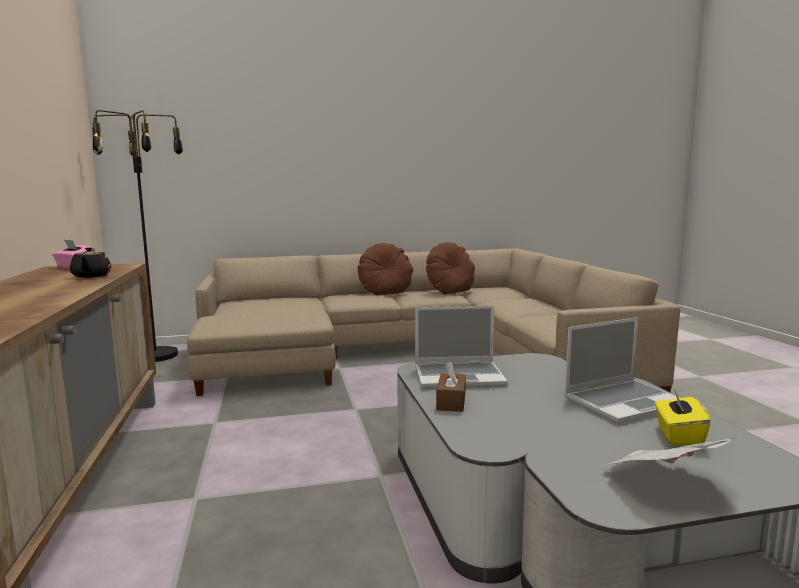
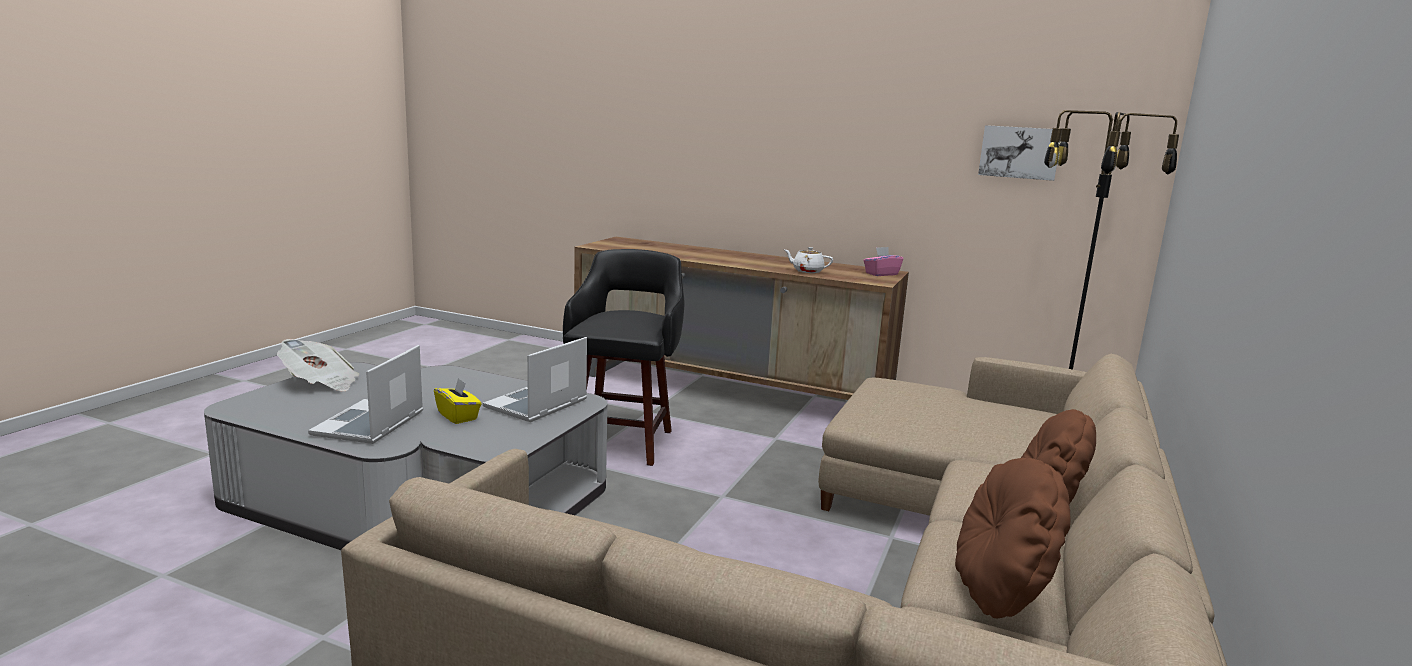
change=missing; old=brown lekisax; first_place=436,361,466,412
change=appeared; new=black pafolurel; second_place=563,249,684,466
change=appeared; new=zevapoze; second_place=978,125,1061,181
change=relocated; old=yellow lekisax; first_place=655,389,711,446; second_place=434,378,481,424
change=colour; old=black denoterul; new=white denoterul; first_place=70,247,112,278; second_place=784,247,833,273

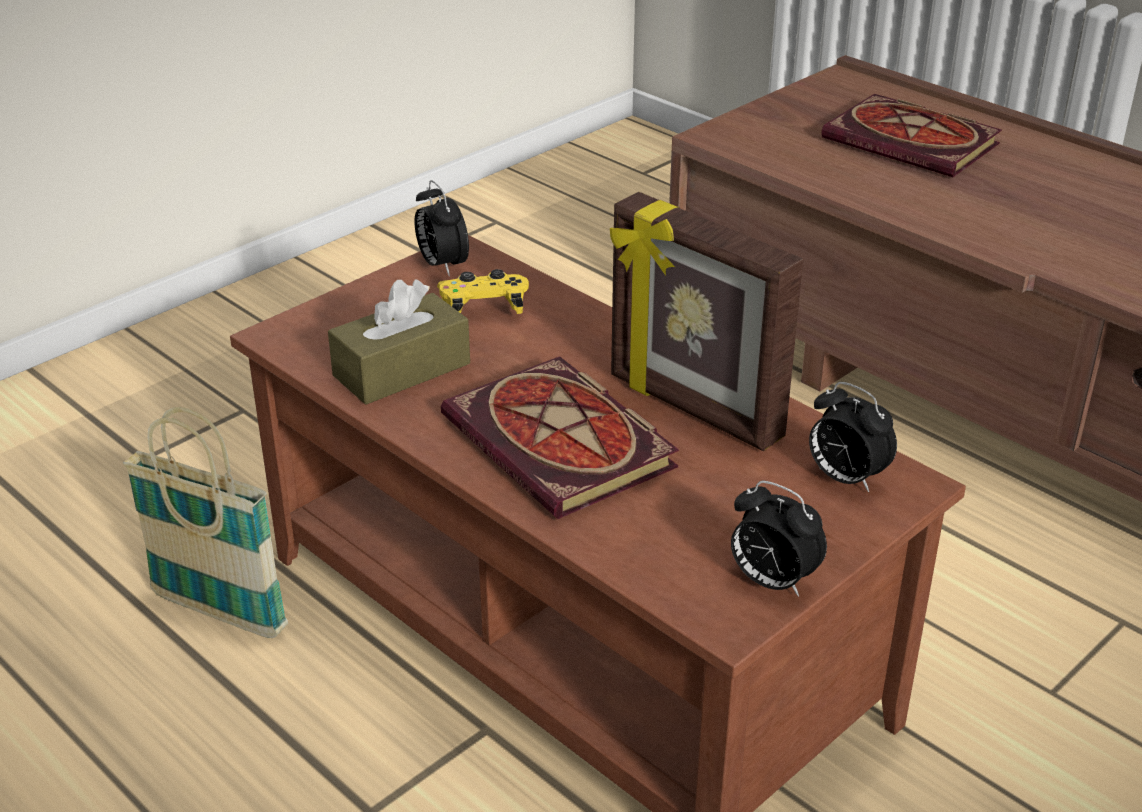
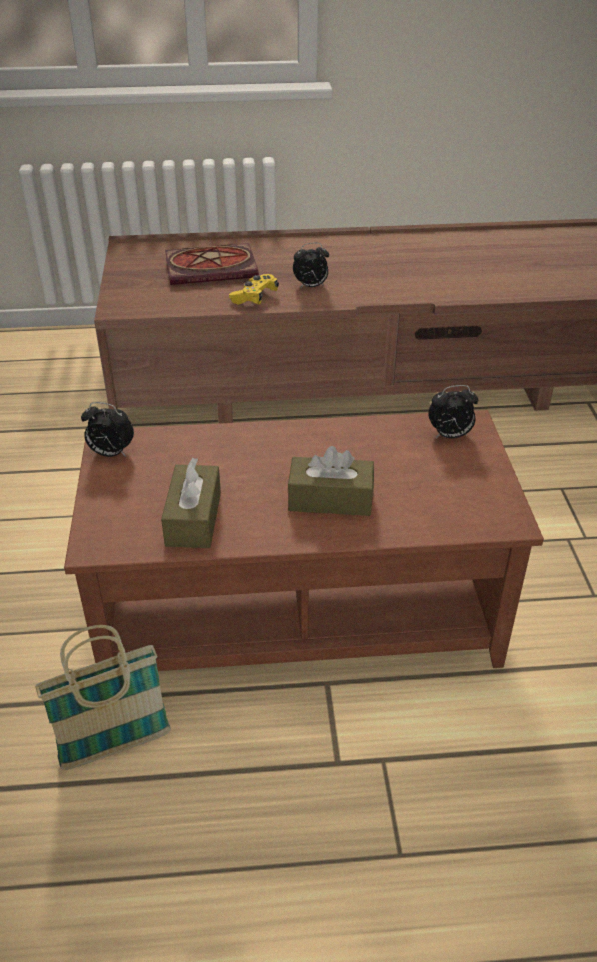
change=missing; old=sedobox; first_place=610,192,803,451
change=relocated; old=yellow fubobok; first_place=437,269,529,314; second_place=229,274,279,305
change=relocated; old=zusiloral; first_place=731,481,827,597; second_place=293,242,329,289
change=exchanged; old=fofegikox; new=brown lekisax; first_place=441,356,679,519; second_place=287,446,374,516

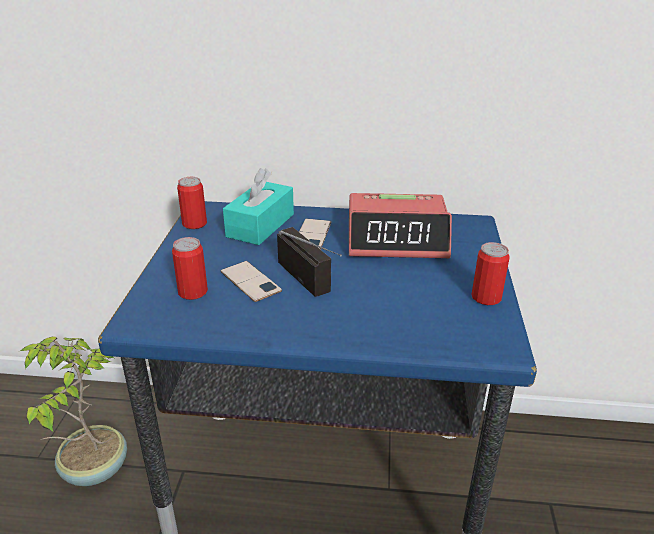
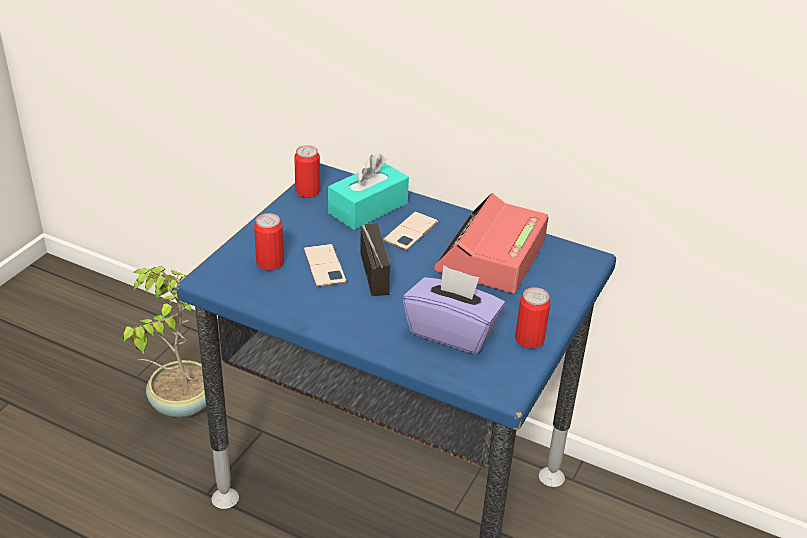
change=appeared; new=purple lekisax; second_place=403,265,505,354
change=spun; old=zusiloral; first_place=349,193,452,258; second_place=434,193,548,293; degrees=90

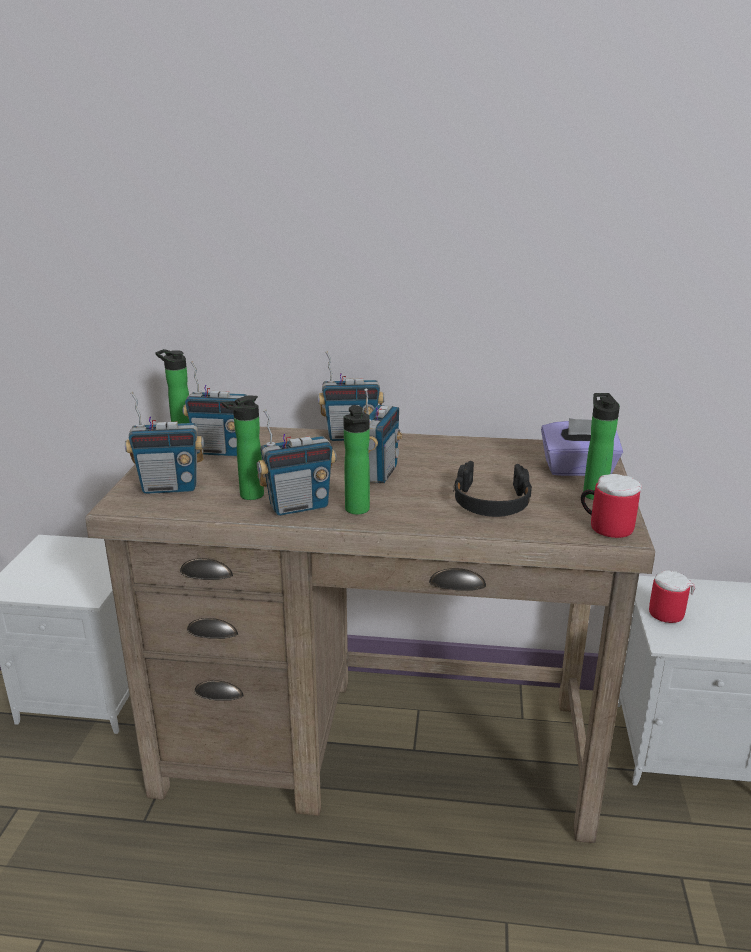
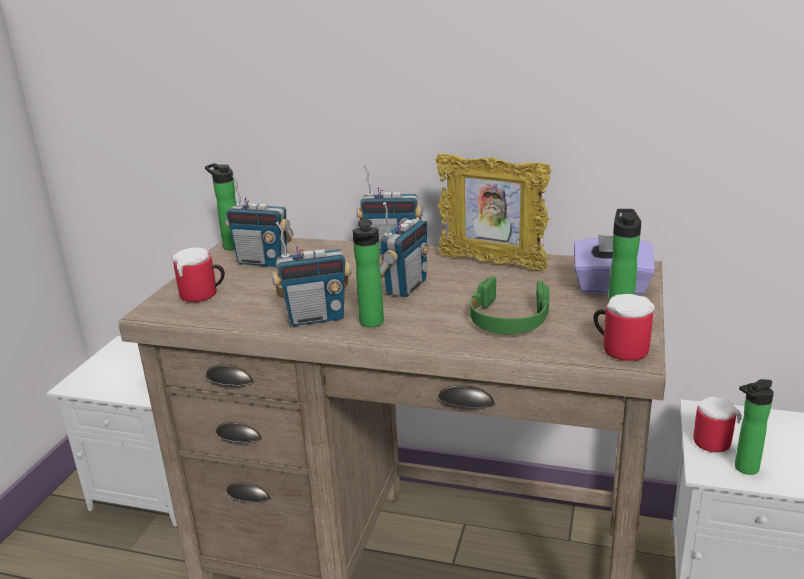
change=appeared; new=sedobox; second_place=436,154,551,271
change=relocated; old=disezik; first_place=222,396,264,500; second_place=735,379,774,475
change=exchanged; old=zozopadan; new=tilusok; first_place=125,391,204,494; second_place=172,248,225,302
change=colour; old=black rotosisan; new=green rotosisan; first_place=454,461,532,517; second_place=470,276,549,334

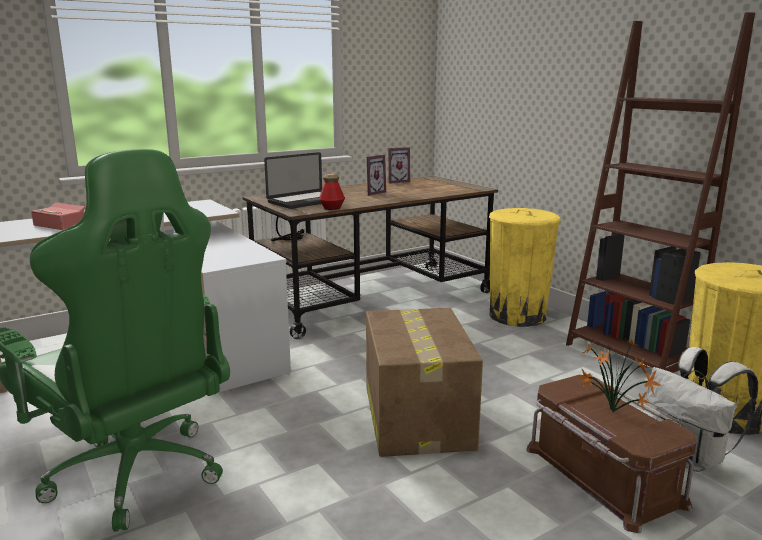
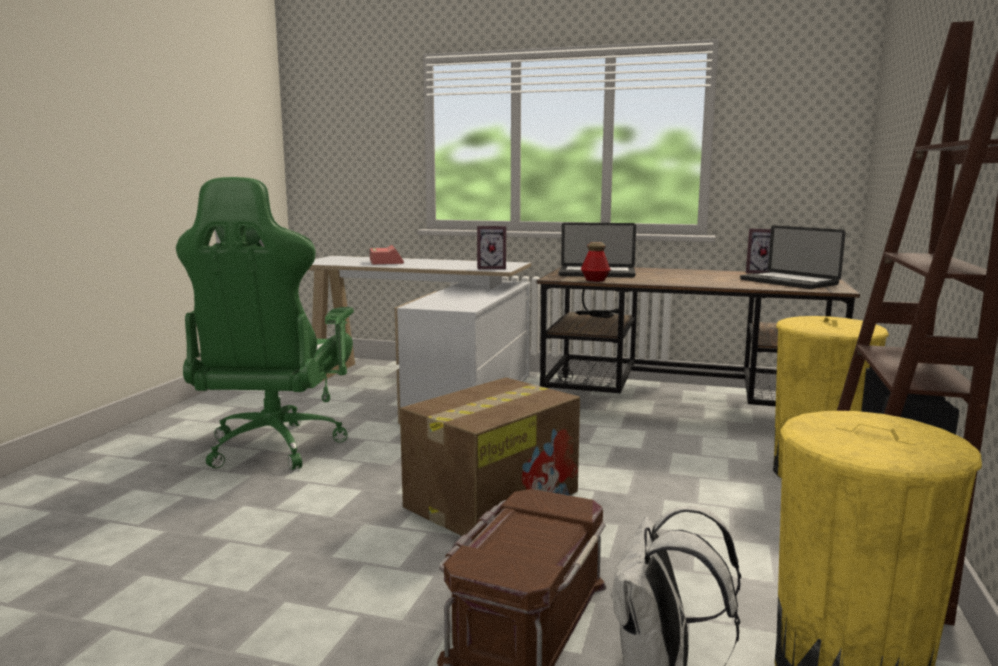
change=missing; old=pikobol; first_place=578,339,661,412
change=appeared; new=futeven; second_place=740,225,846,289
change=relocated; old=sedobox; first_place=367,154,386,196; second_place=477,226,506,270

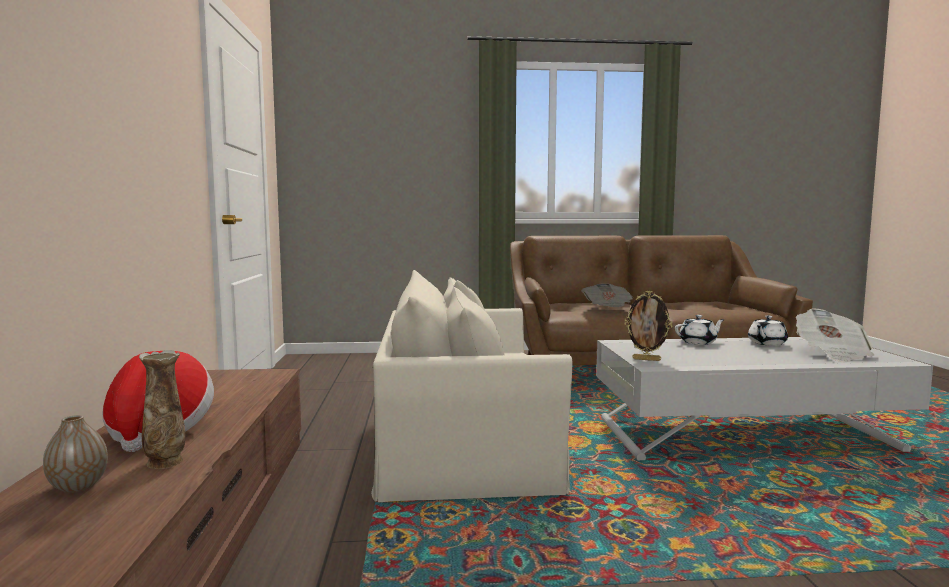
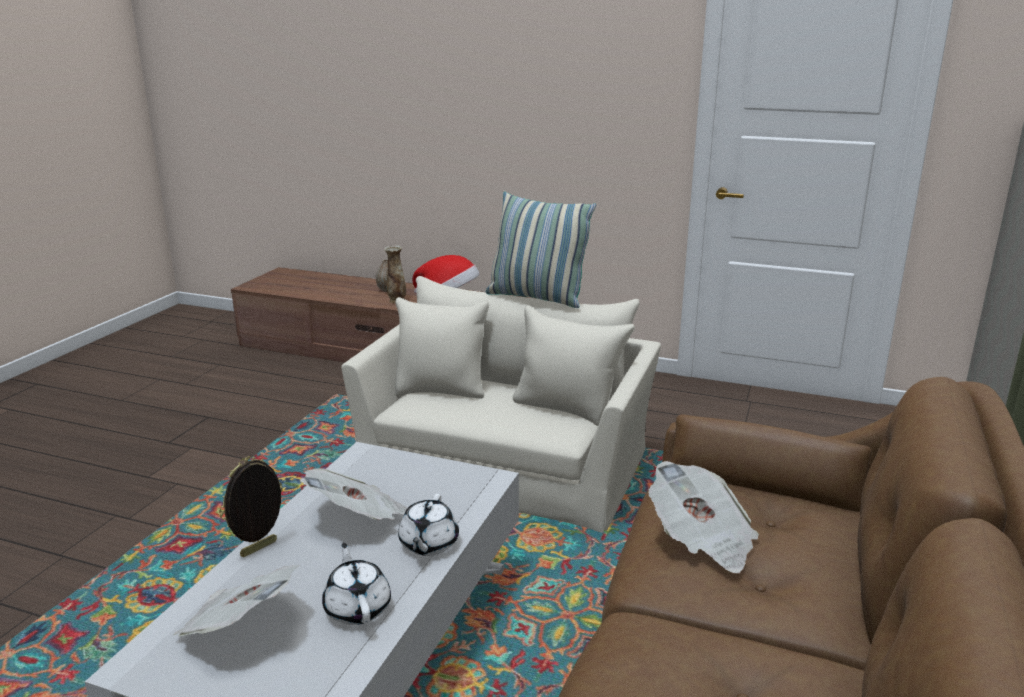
change=appeared; new=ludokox; second_place=299,468,408,520
change=appeared; new=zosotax; second_place=486,192,596,308
change=relocated; old=sedobox; first_place=624,291,673,361; second_place=219,456,283,557

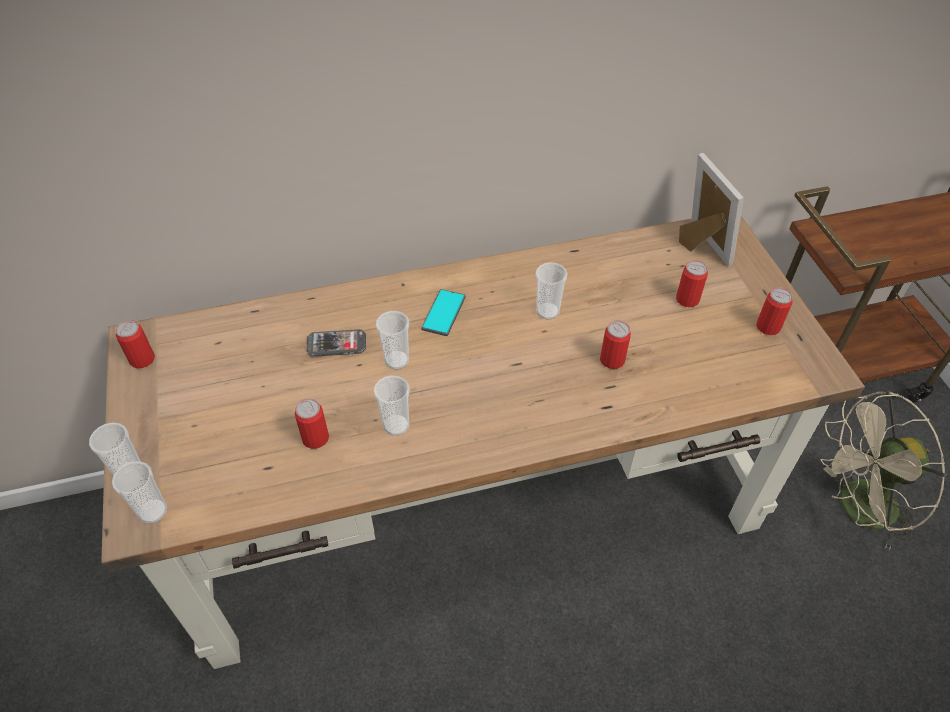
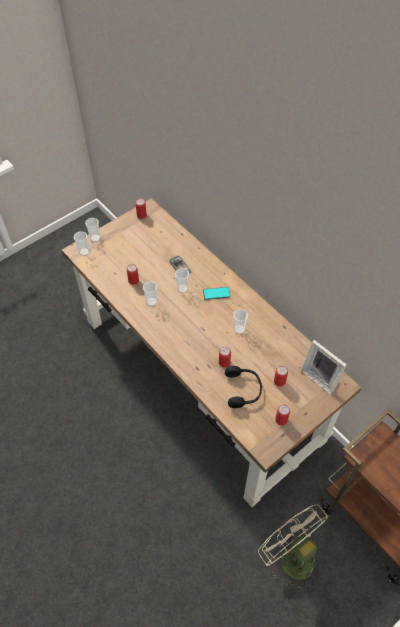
change=appeared; new=black rotosisan; second_place=225,366,262,408
change=spun; old=sedobox; first_place=679,153,744,267; second_place=301,340,347,395; degrees=90

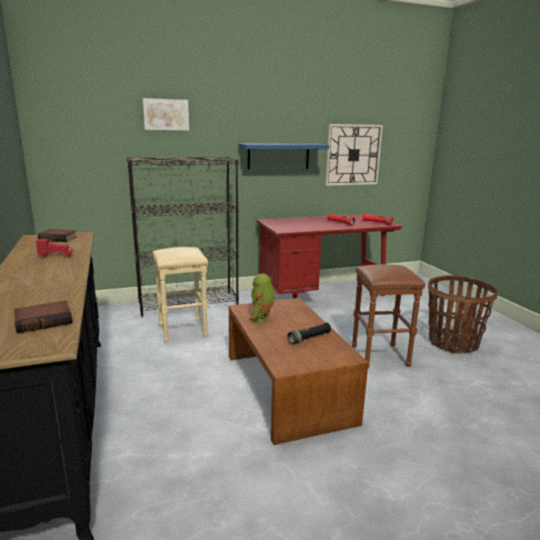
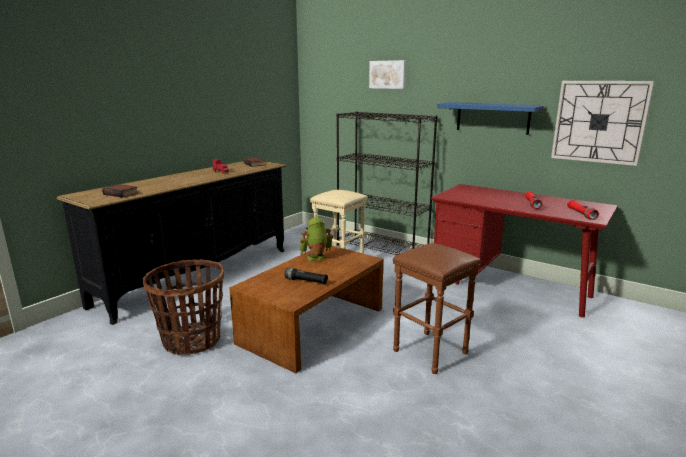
change=relocated; old=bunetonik; first_place=428,275,498,354; second_place=143,259,224,355

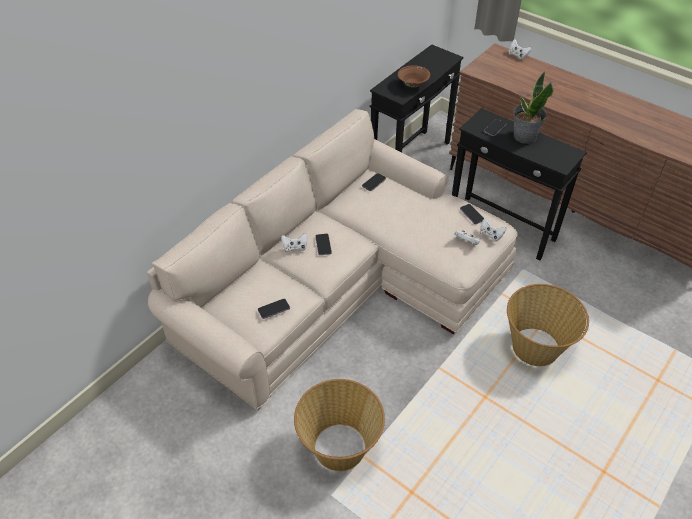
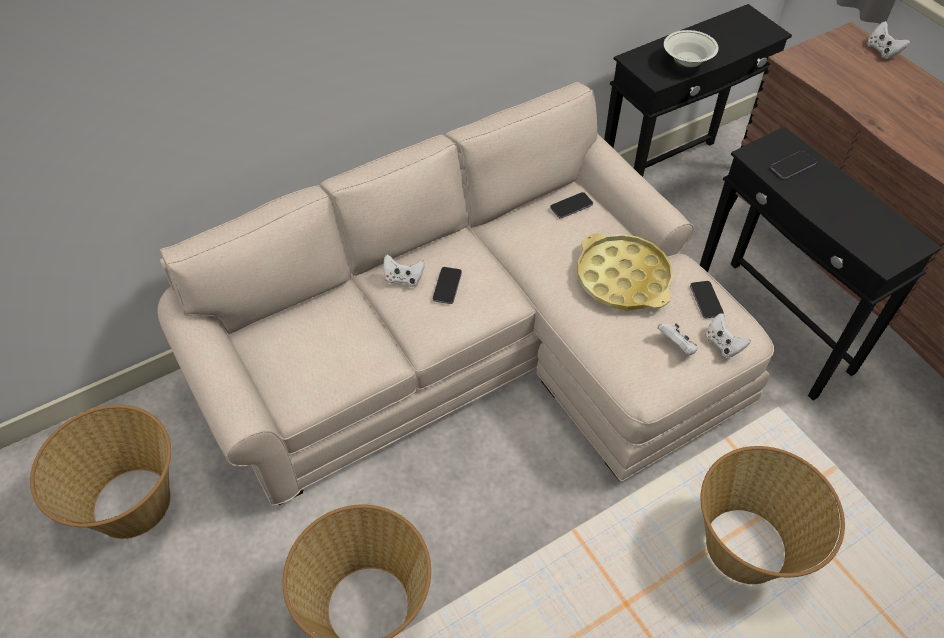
change=missing; old=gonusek; first_place=258,299,290,319
change=missing; old=pikobol; first_place=513,71,553,144
change=appeared; new=bunetonik; second_place=30,405,171,539
change=appeared; new=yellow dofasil; second_place=577,233,673,310
change=colour; old=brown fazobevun; new=white fazobevun; first_place=398,65,430,88; second_place=664,30,719,68

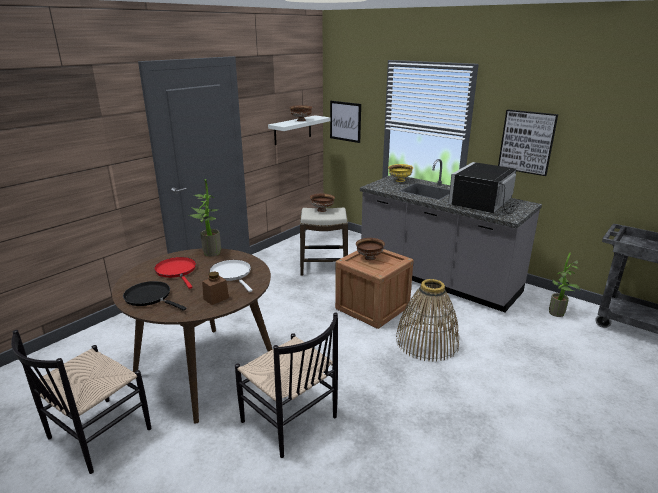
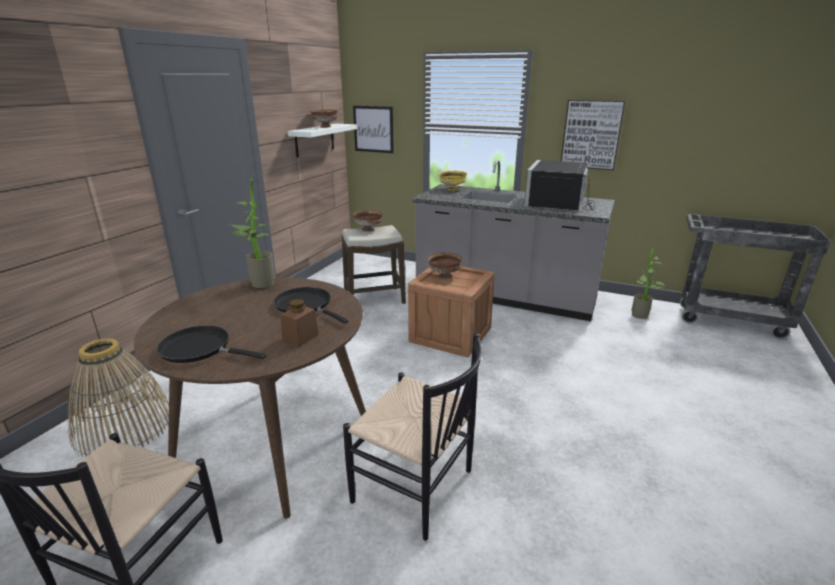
change=missing; old=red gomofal; first_place=154,257,196,289
change=relocated; old=bunetonik; first_place=396,279,459,362; second_place=67,338,169,457
change=colour; old=white gomofal; new=black gomofal; first_place=210,260,252,292; second_place=274,287,348,324

